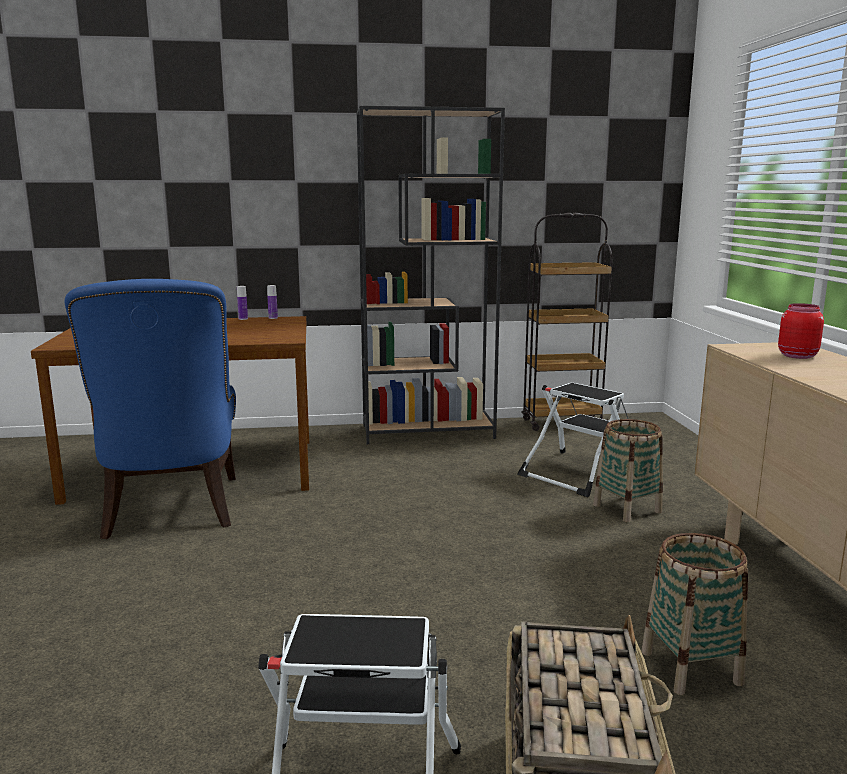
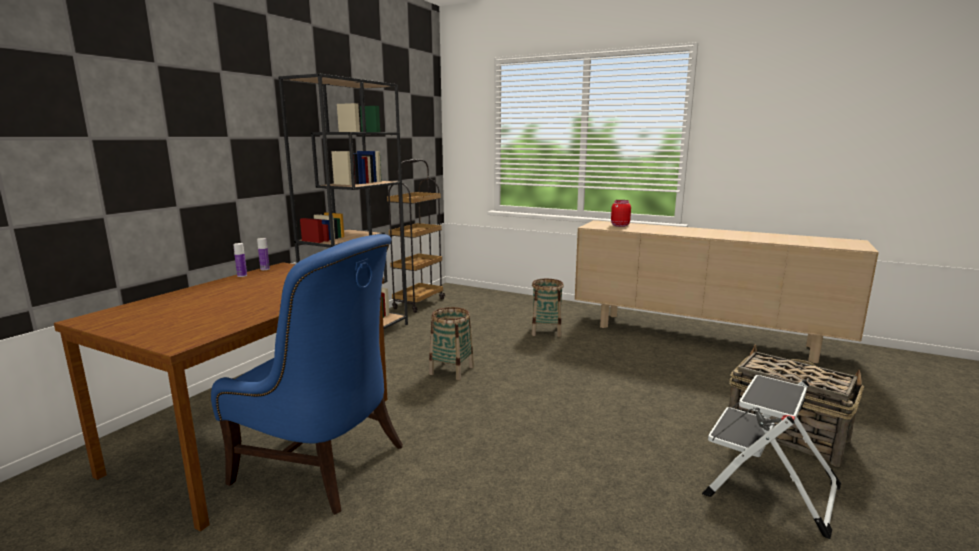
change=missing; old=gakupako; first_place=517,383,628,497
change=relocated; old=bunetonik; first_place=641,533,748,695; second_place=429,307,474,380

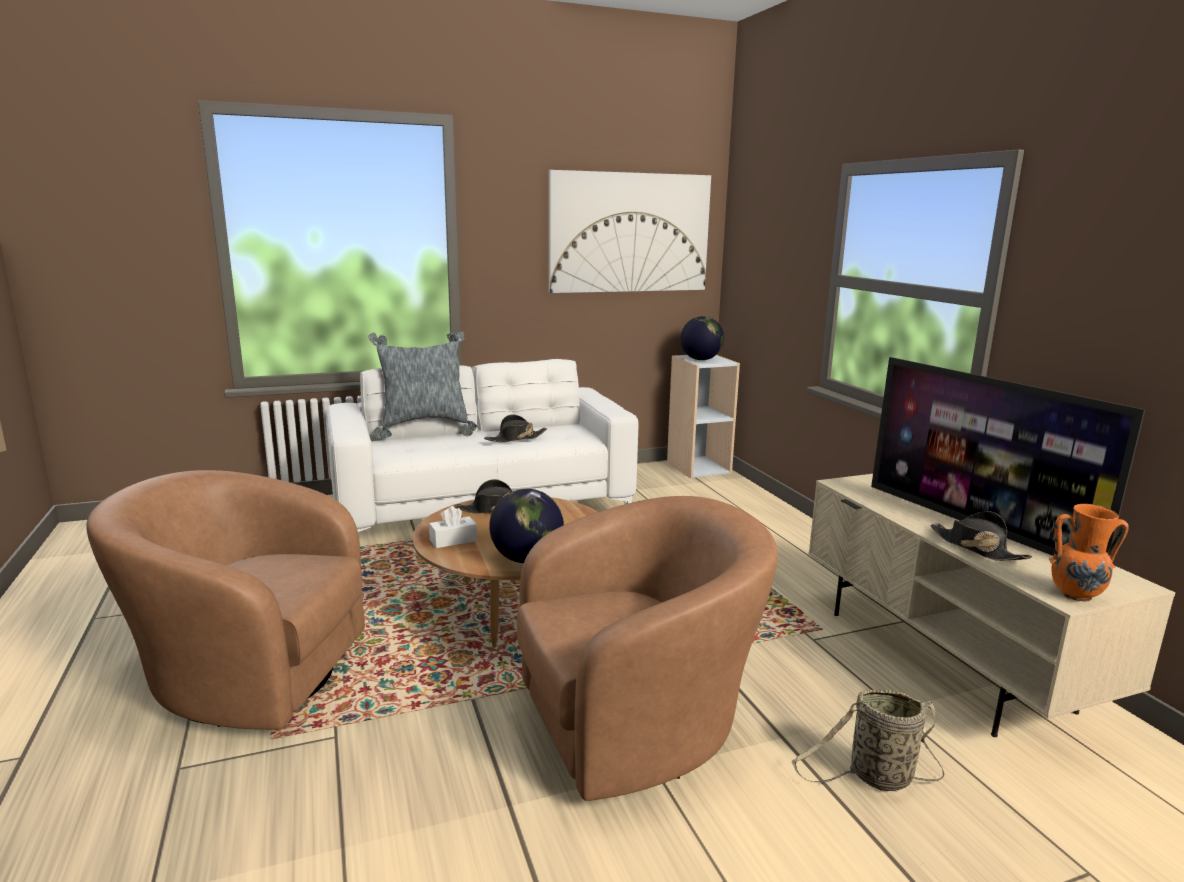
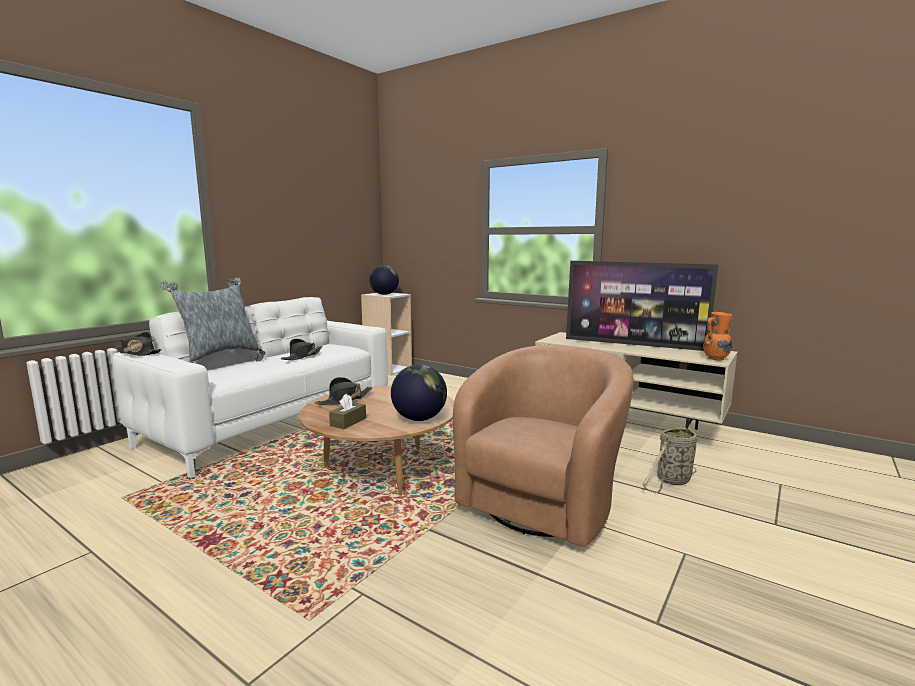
change=missing; old=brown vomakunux; first_place=86,470,365,730
change=missing; old=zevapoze; first_place=549,170,711,293
change=relocated; old=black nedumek; first_place=930,511,1032,561; second_place=116,332,162,356
change=colour; old=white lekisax; new=brown lekisax; first_place=429,506,477,548; second_place=329,394,366,429

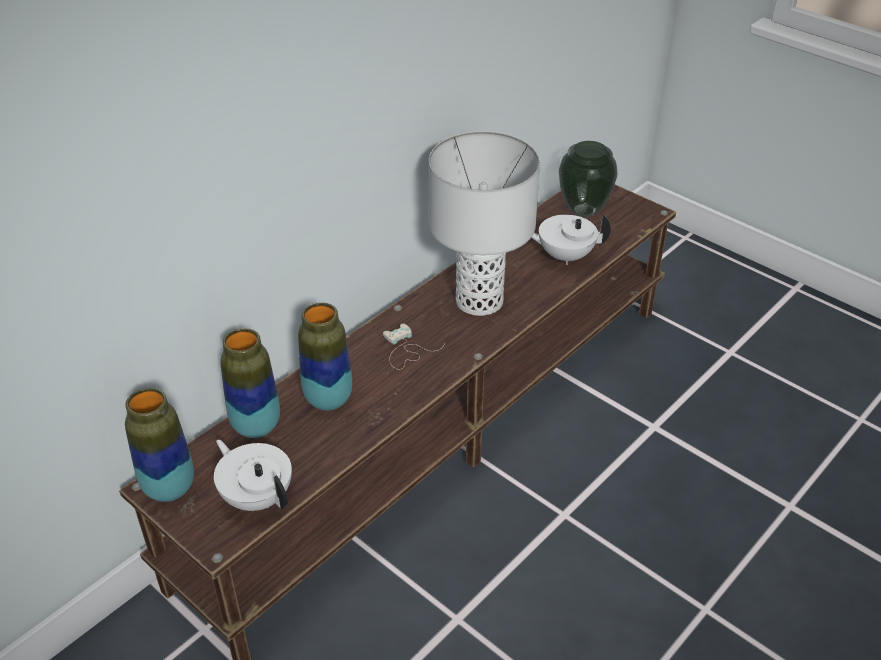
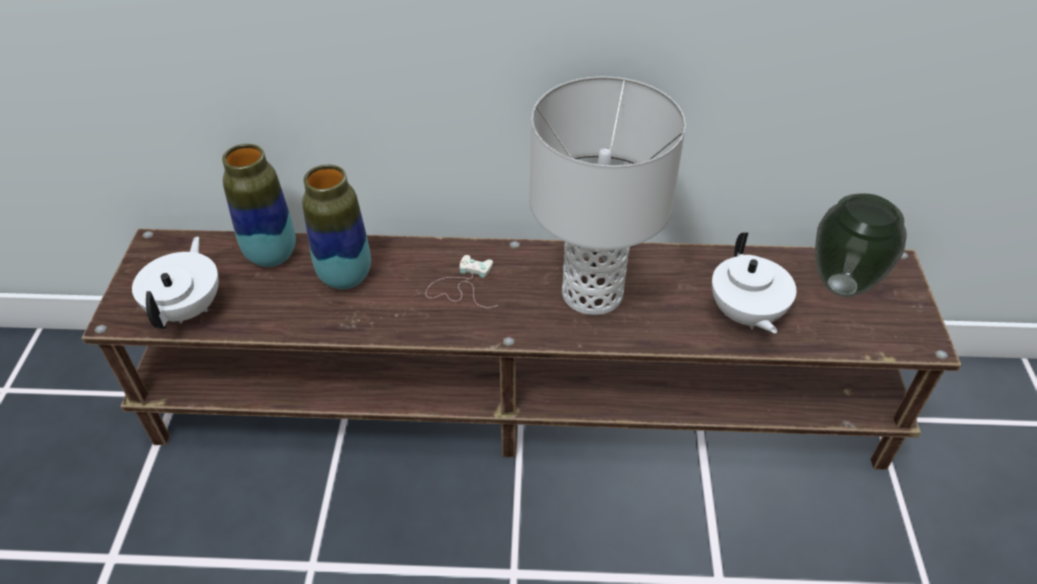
change=missing; old=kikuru; first_place=125,388,194,502
change=spun; old=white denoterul; first_place=531,214,611,265; second_place=712,232,796,333; degrees=-150

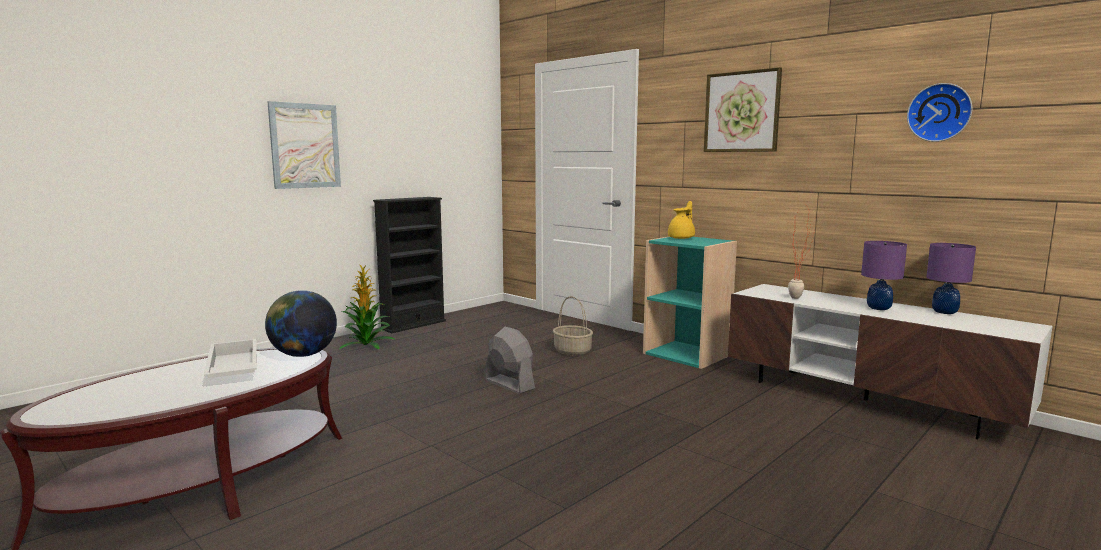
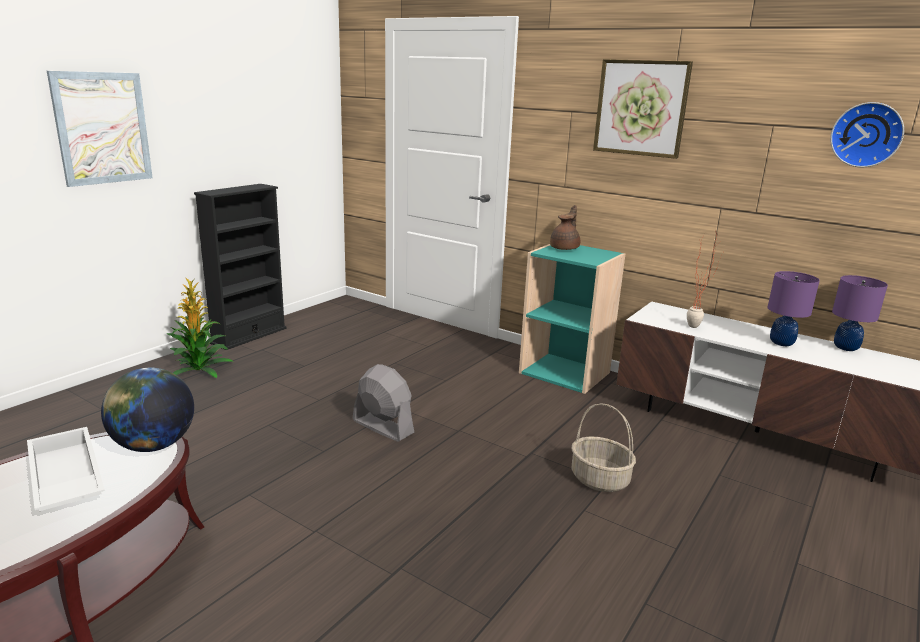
change=relocated; old=bunetonik; first_place=553,296,593,356; second_place=571,403,636,492
change=colour; old=yellow denoterul; new=brown denoterul; first_place=668,201,695,239; second_place=550,205,580,250

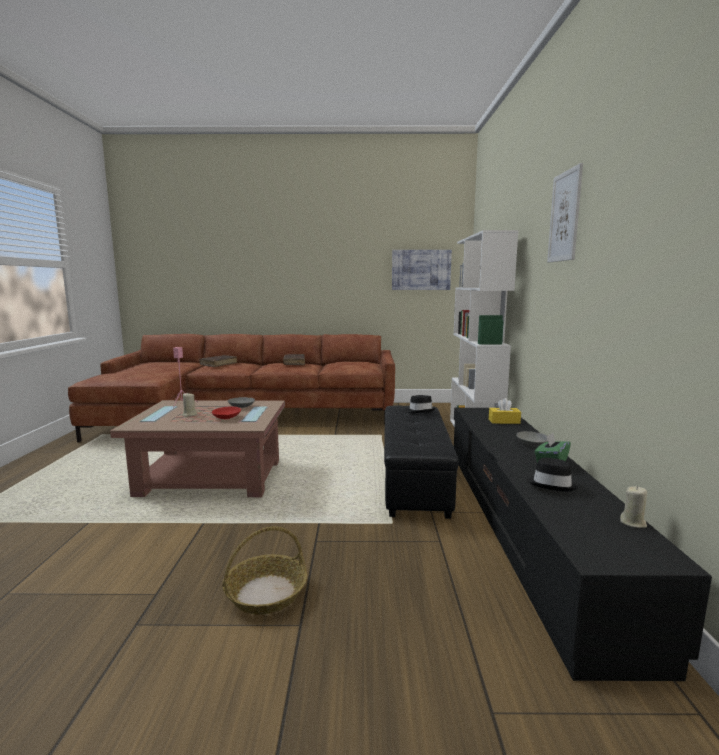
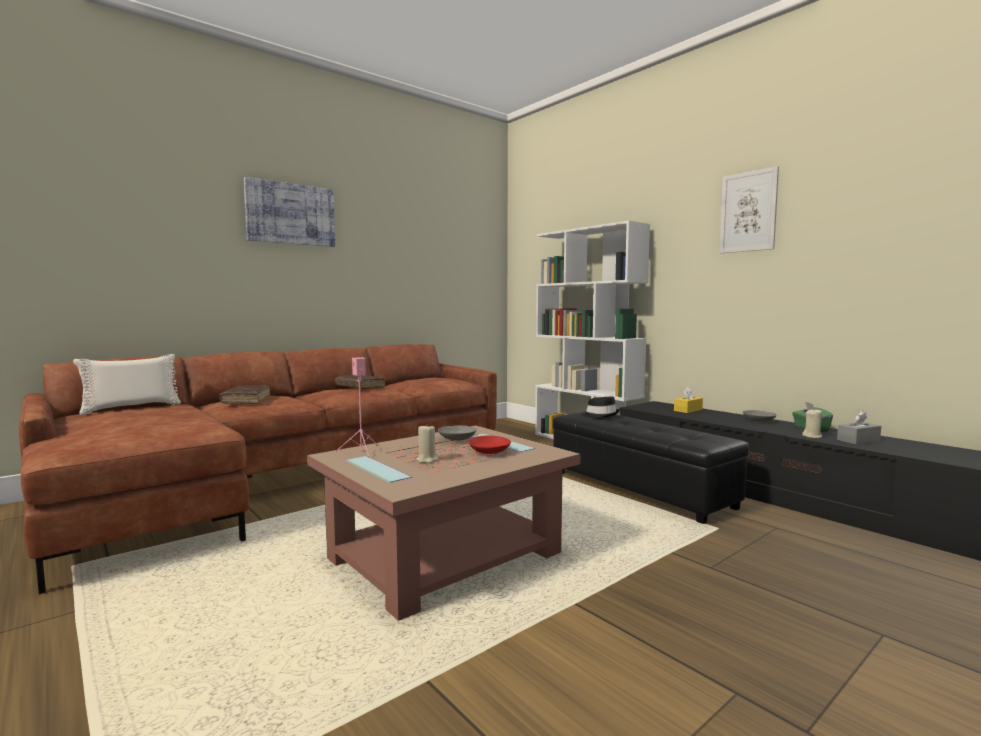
change=missing; old=bunetonik; first_place=222,526,307,615
change=appeared; new=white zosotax; second_place=73,354,181,415
change=relocated; old=zevapoze; first_place=392,250,452,290; second_place=244,177,335,247
change=relocated; old=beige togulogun; first_place=620,486,647,528; second_place=802,408,822,438
change=exchanged; old=black nedumek; new=grey lekisax; first_place=527,458,578,492; second_place=837,410,881,445

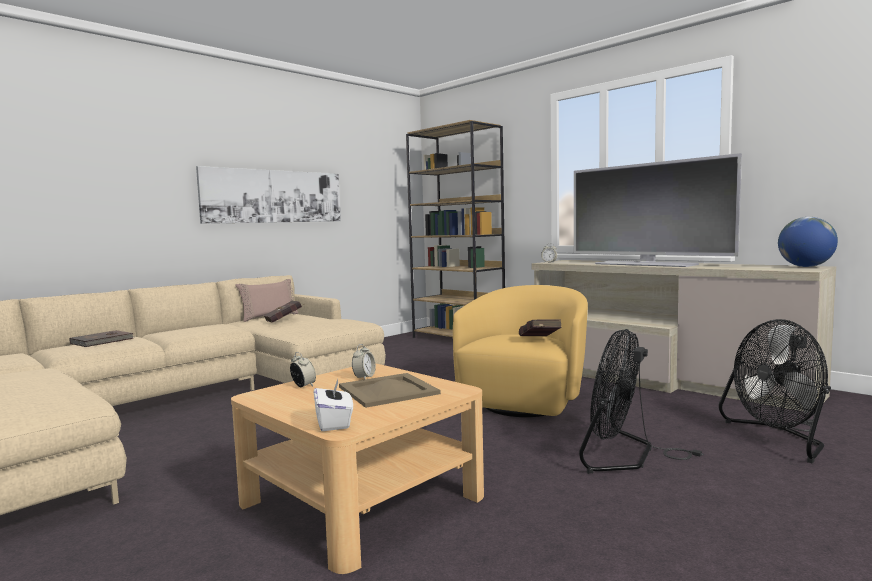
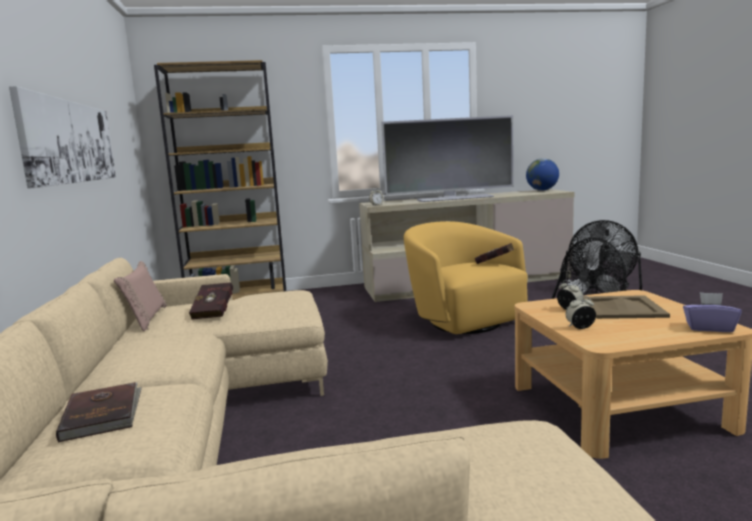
change=colour; old=white lekisax; new=purple lekisax; first_place=314,379,353,431; second_place=683,292,742,332

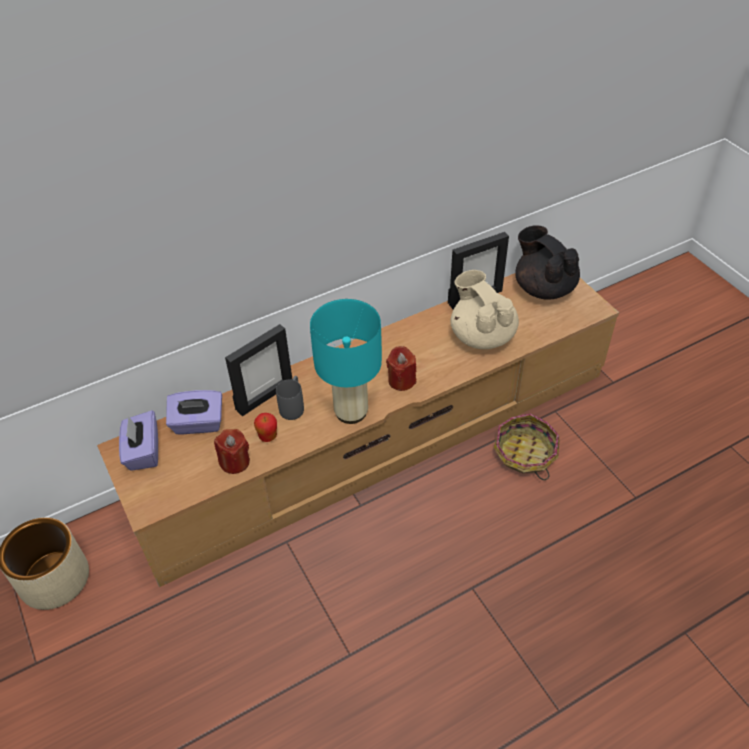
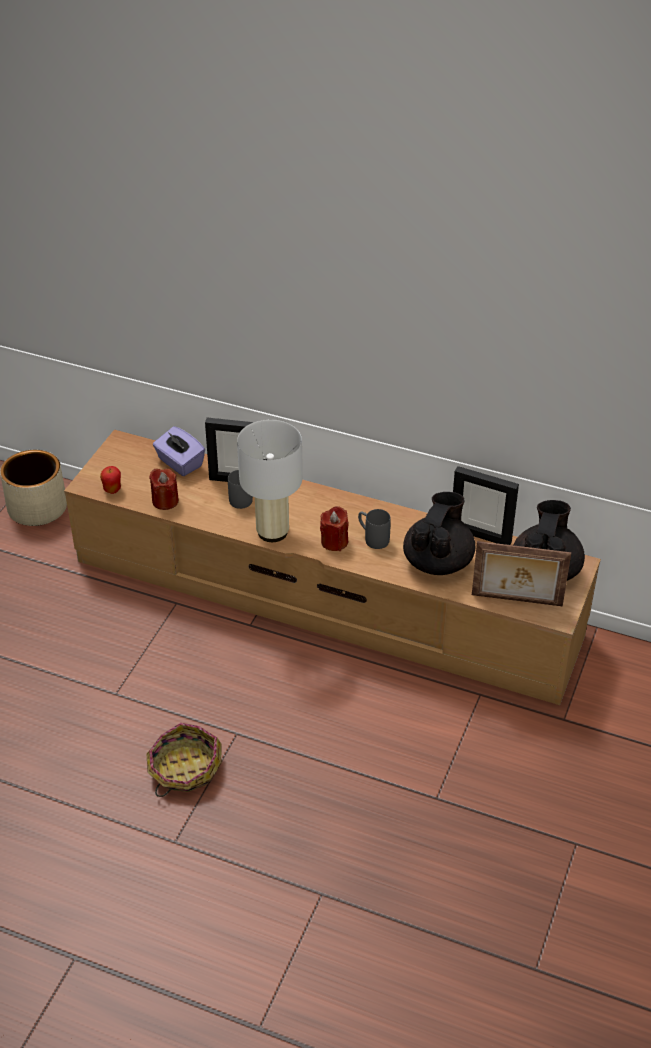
change=missing; old=purple lekisax; first_place=119,410,158,471
change=appeared; new=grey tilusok; second_place=358,509,391,549
change=appeared; new=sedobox; second_place=472,541,571,607
change=relocated; old=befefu; first_place=254,413,277,442; second_place=100,466,121,494
change=relocated; old=bunetonik; first_place=494,413,559,480; second_place=146,723,222,797
change=colour; old=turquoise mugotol; new=white mugotol; first_place=310,299,382,424; second_place=237,419,302,542
change=colour; old=beige denoterul; new=black denoterul; first_place=450,270,519,349; second_place=403,492,476,575

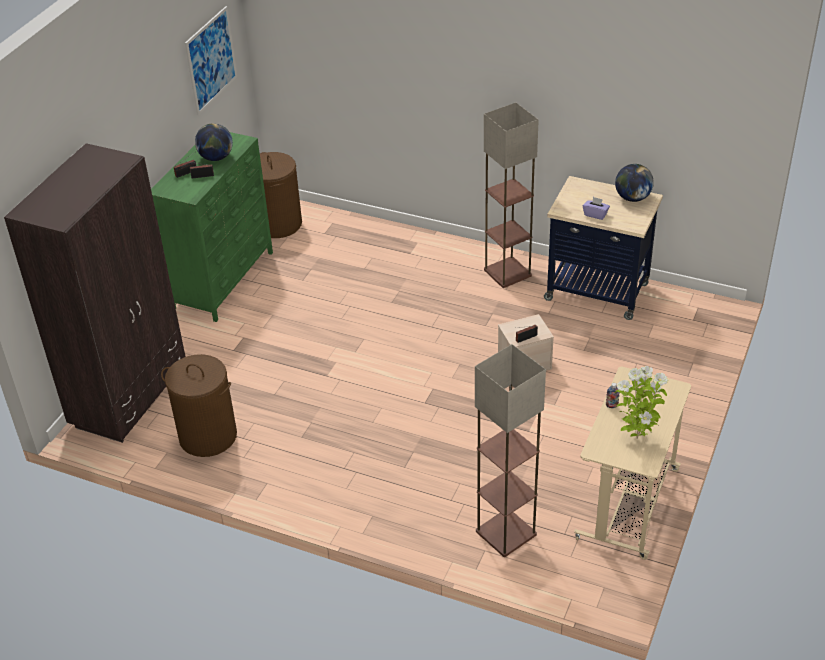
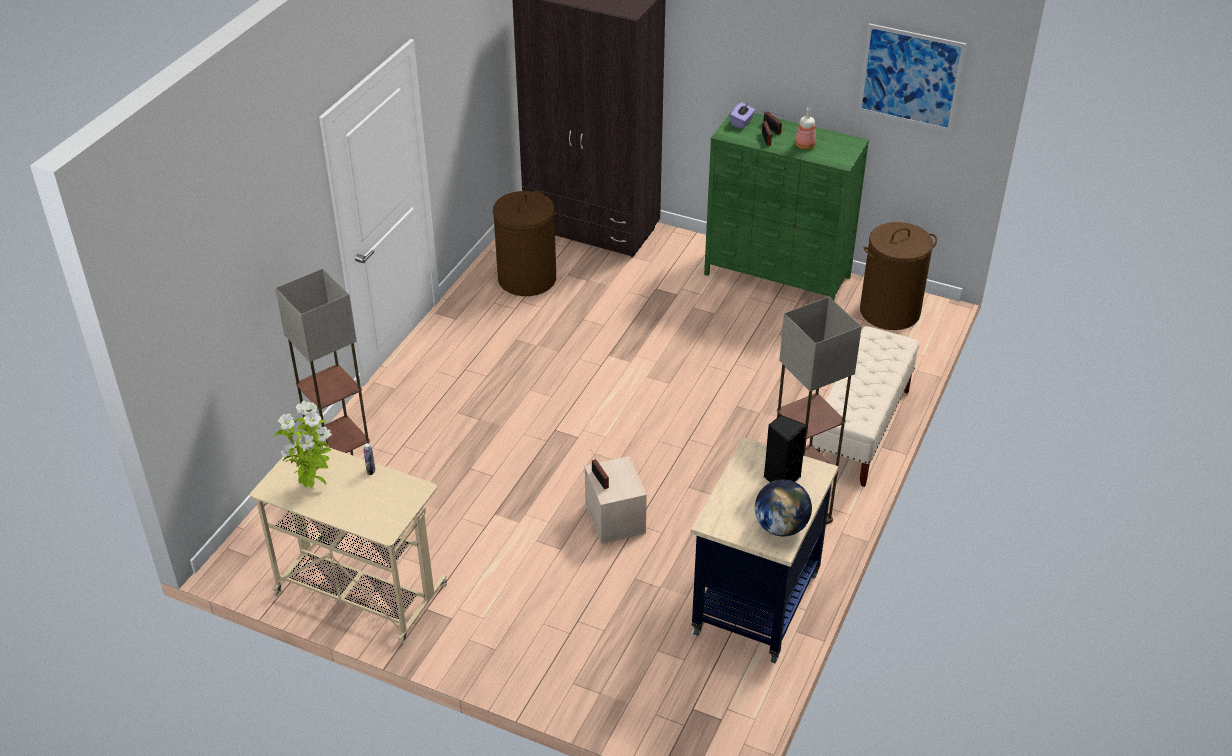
change=appeared; new=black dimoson; second_place=764,415,807,482
change=appeared; new=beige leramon; second_place=812,326,919,487
change=relocated; old=purple lekisax; first_place=583,197,610,220; second_place=730,102,755,129
change=exchanged; old=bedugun; new=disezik; first_place=195,123,233,161; second_place=795,108,816,149

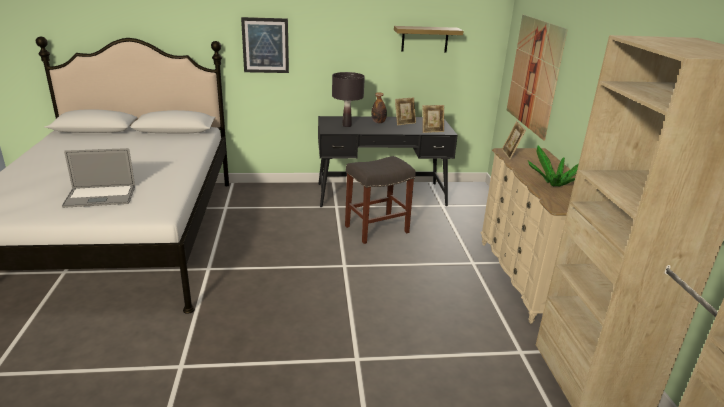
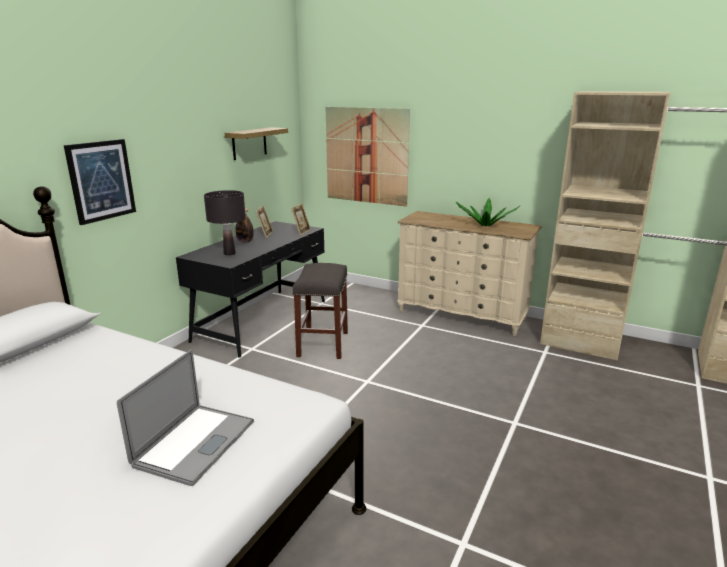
change=missing; old=sedobox; first_place=502,121,526,160

